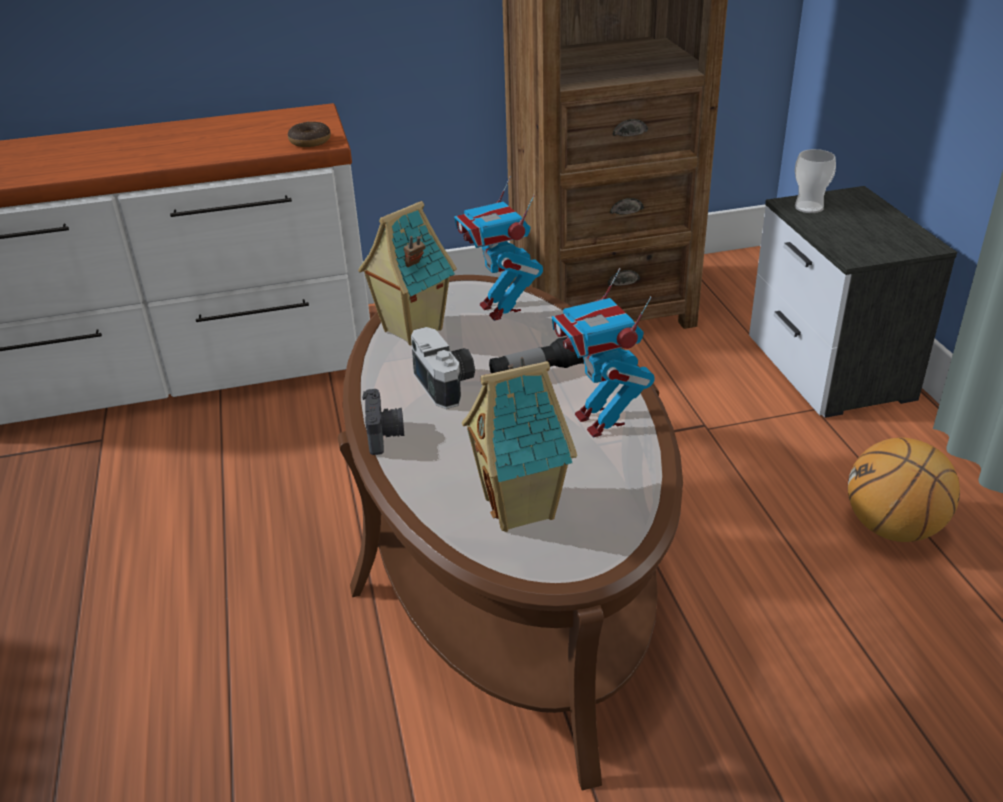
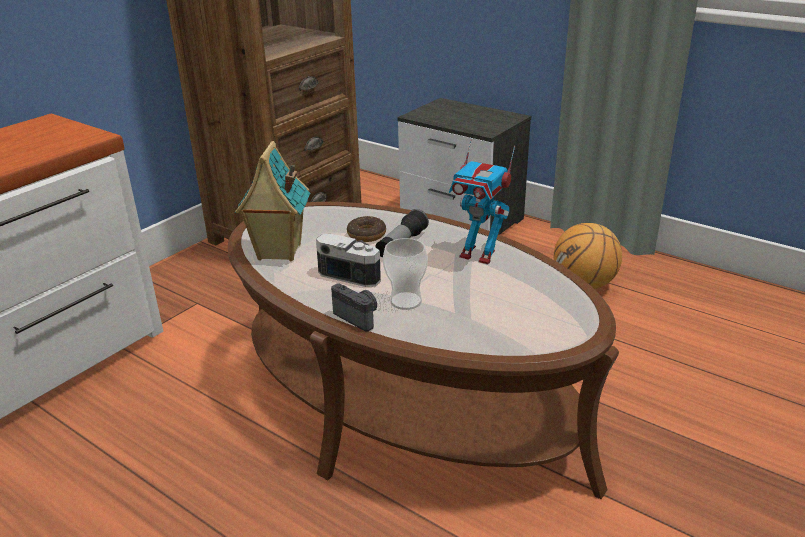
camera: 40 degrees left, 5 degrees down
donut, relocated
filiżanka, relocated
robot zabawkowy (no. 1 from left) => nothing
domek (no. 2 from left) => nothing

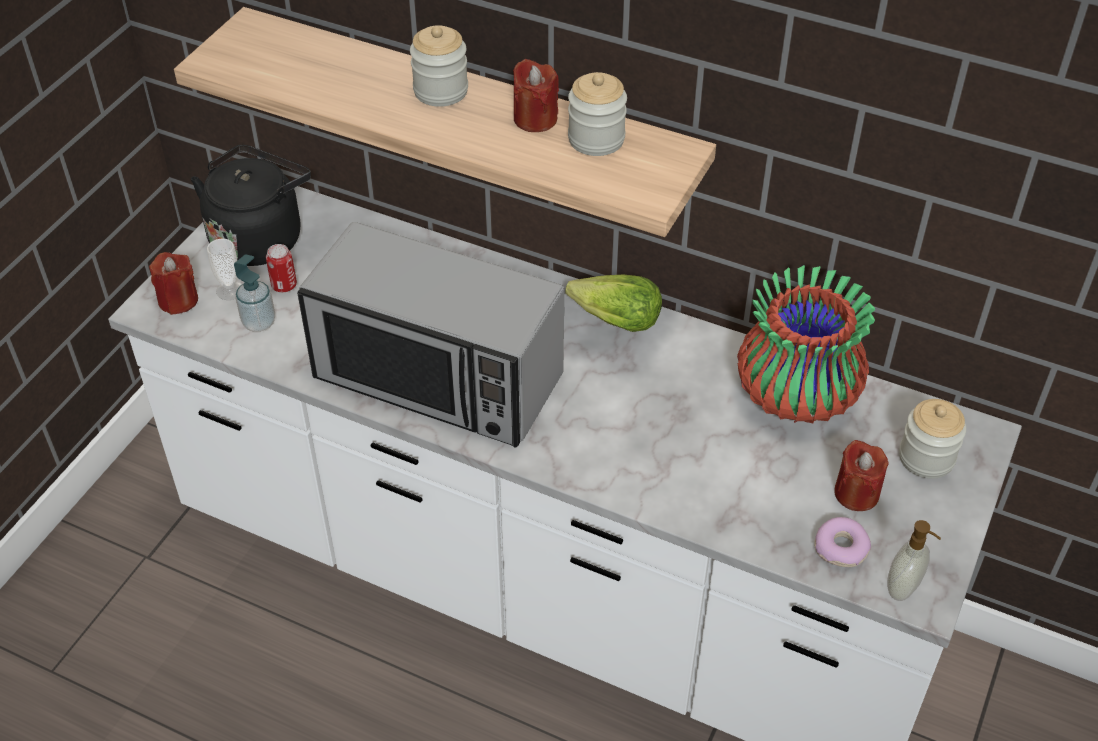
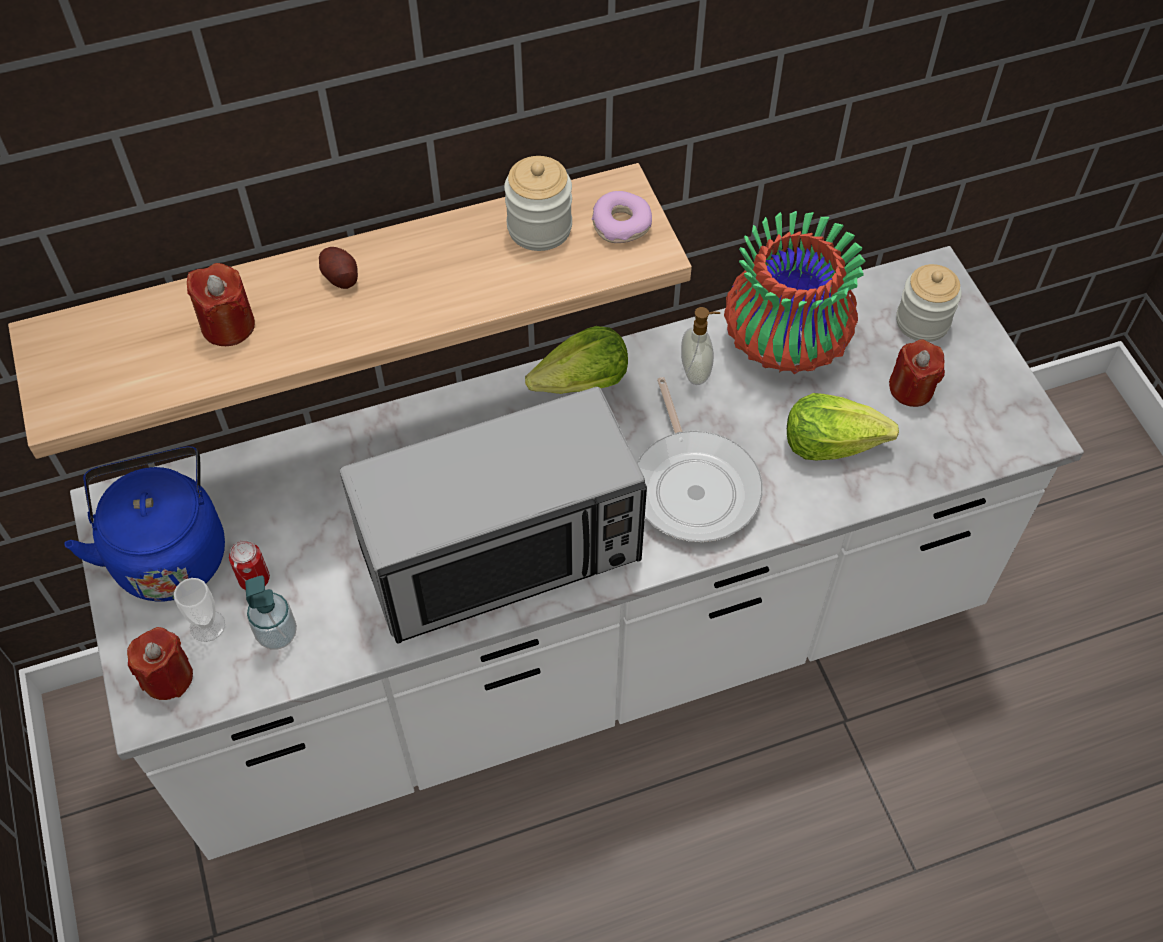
camera: 45 degrees left, 10 degrees up
czajnik [czarny] => czajnik [niebieski]
świeca [czerwony] (no. 2 from left), relocated
słoik (no. 1 from left) => ziemniak
donut, relocated
nothing => patelnia
dozownik mydła (no. 2 from left), relocated
nothing => sałata (no. 2 from left)

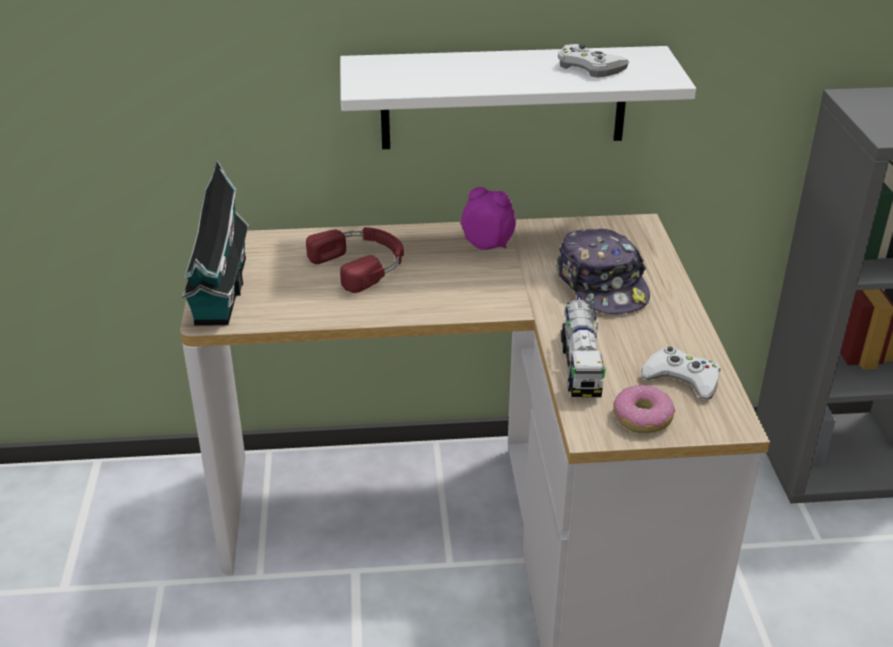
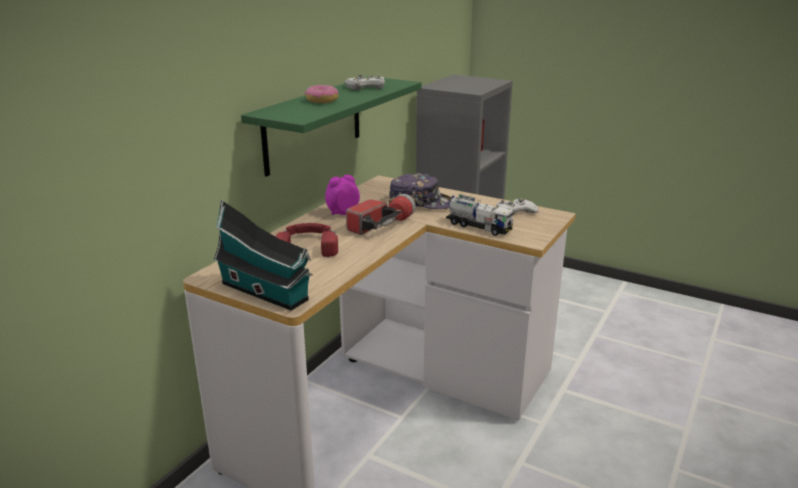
camera: 55 degrees left, 10 degrees down
półka [biały] => półka [zielony]
donut, relocated
nothing => latarka

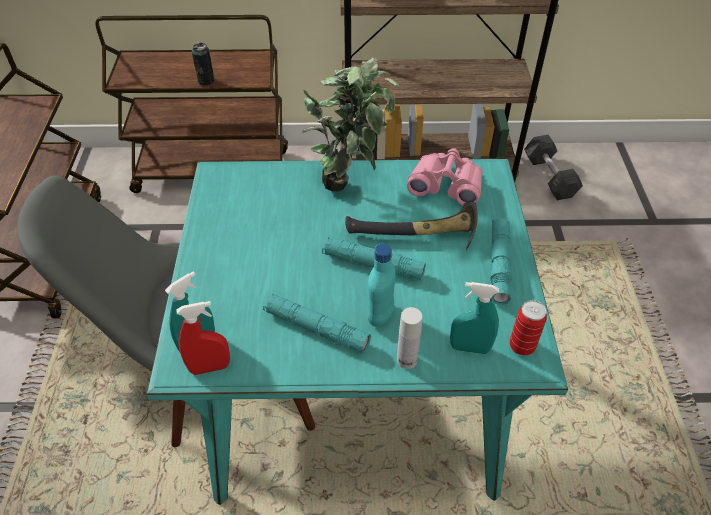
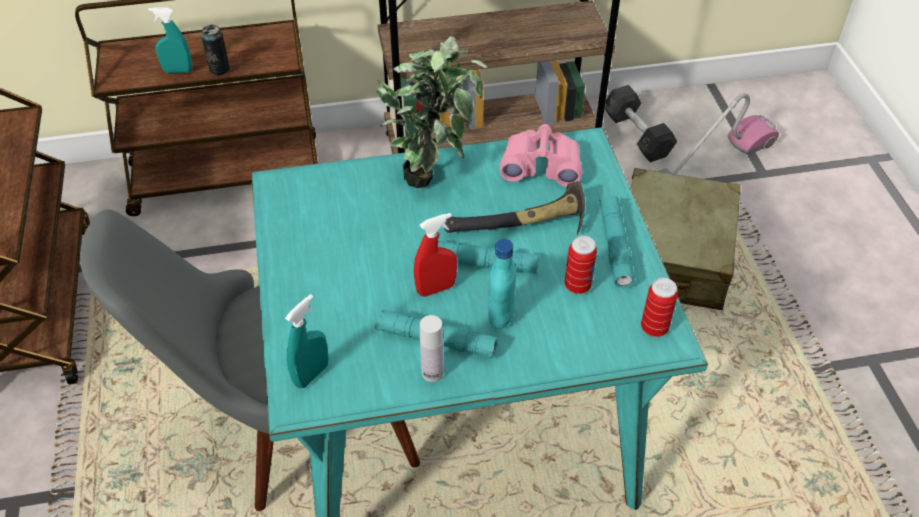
camera: 10 degrees left, 0 degrees up
spryskiwacz [turkusowy] (no. 2 from left in the first image) => spryskiwacz [turkusowy] (no. 1 from left), relocated
spryskiwacz [czerwony], relocated
butelka [biały], relocated
nothing => puszka (no. 2 from left)
nothing => walizka [beżowy]
nothing => odkurzacz

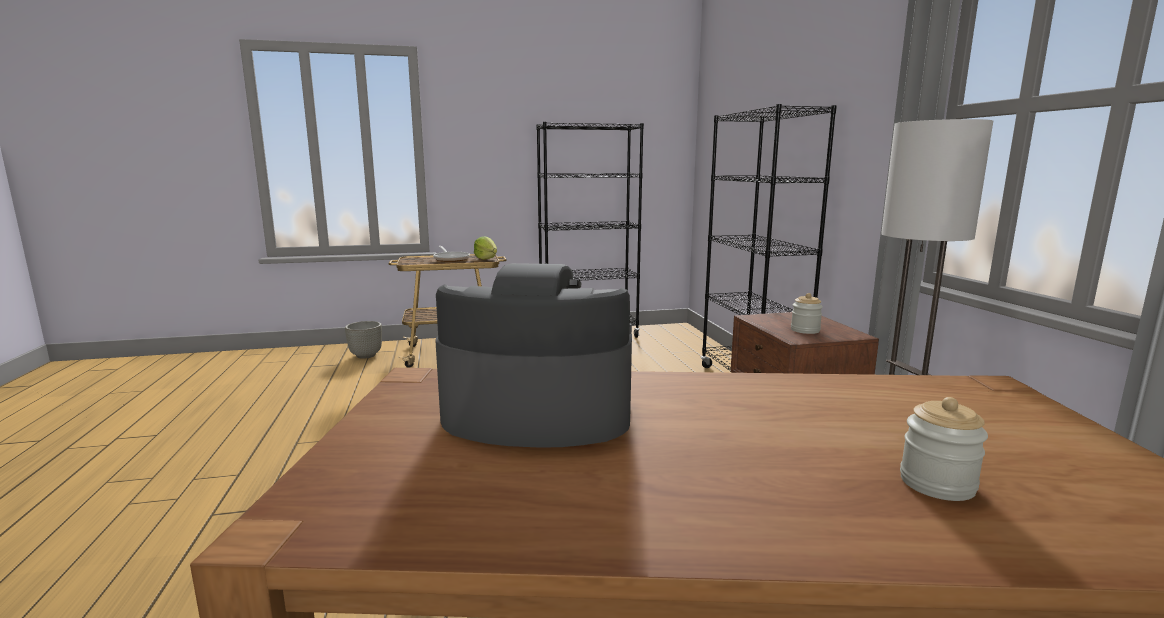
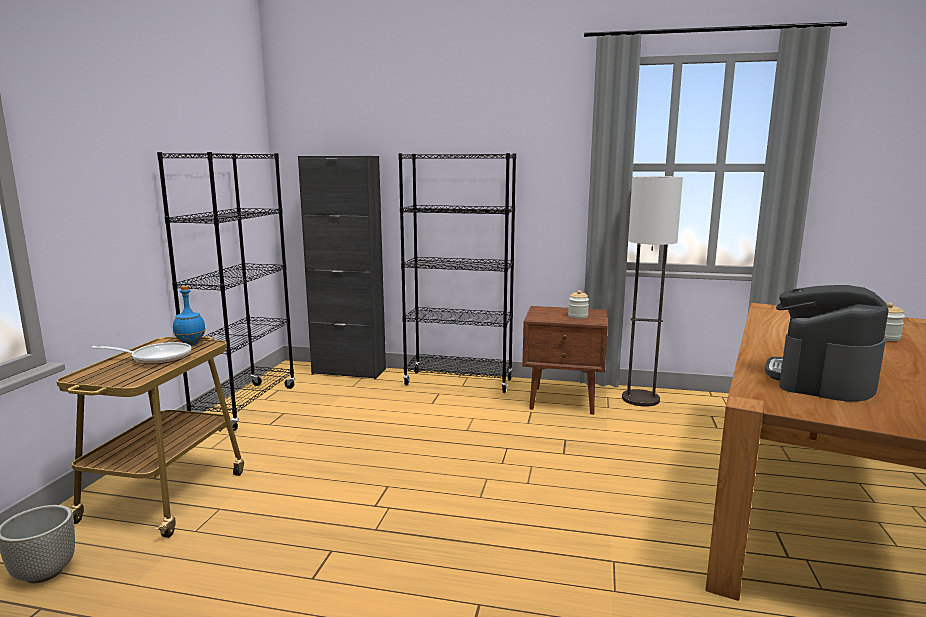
camera: 65 degrees left, 0 degrees up
sałata => butelka [niebieski]
nothing => szafka [czarny]

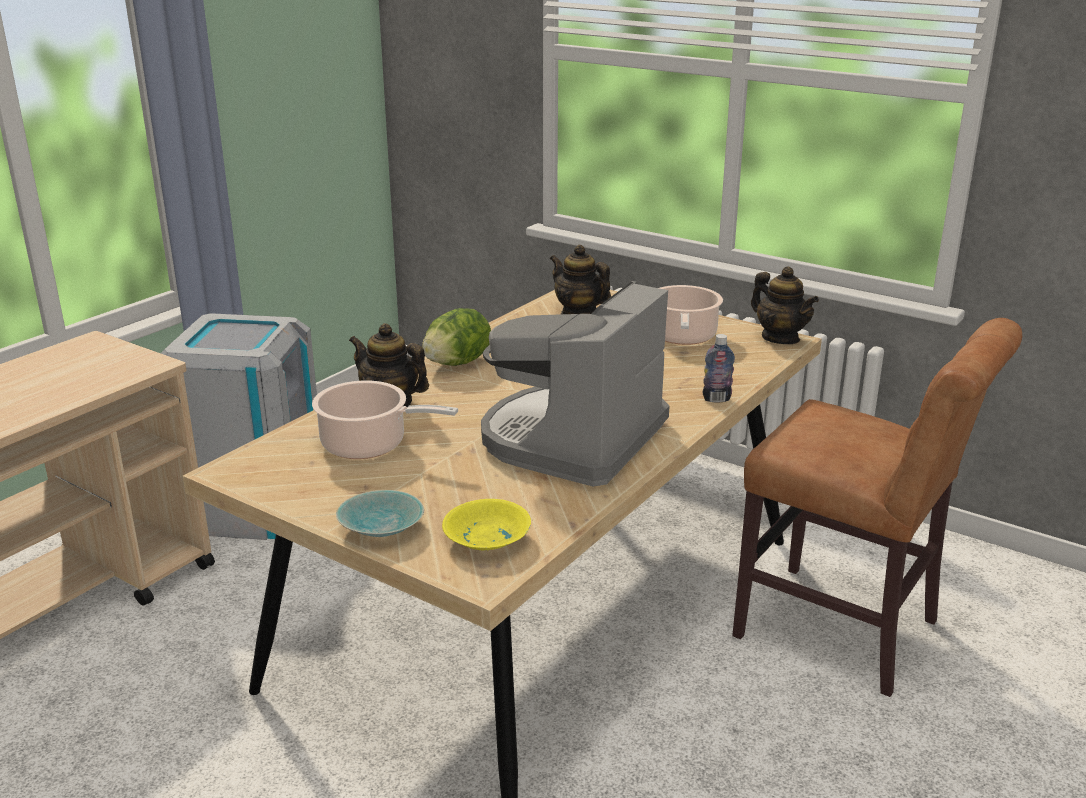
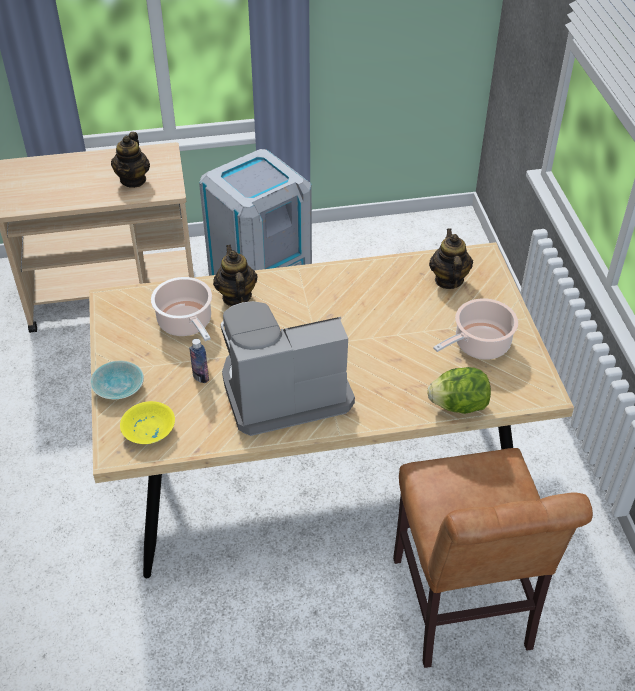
camera: 45 degrees right, 20 degrees up
imbryk (no. 3 from left in the first image) => imbryk (no. 1 from left), relocated
butelka, relocated
sałata, relocated

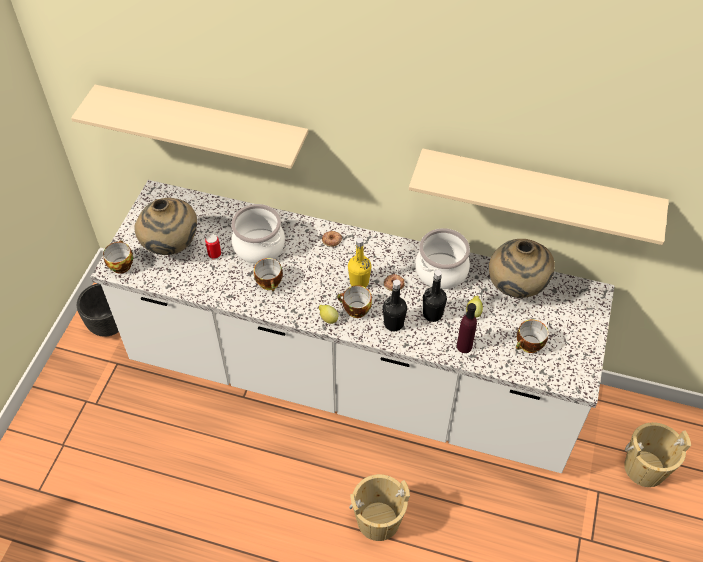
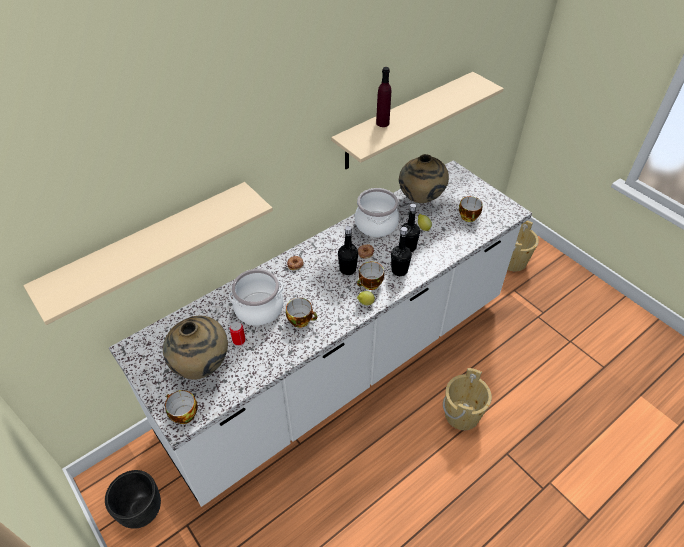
camera: 55 degrees left, 5 degrees down
butelka [żółty] => butelka [czarny] (no. 1 from left)
butelka [fioletowy], relocated

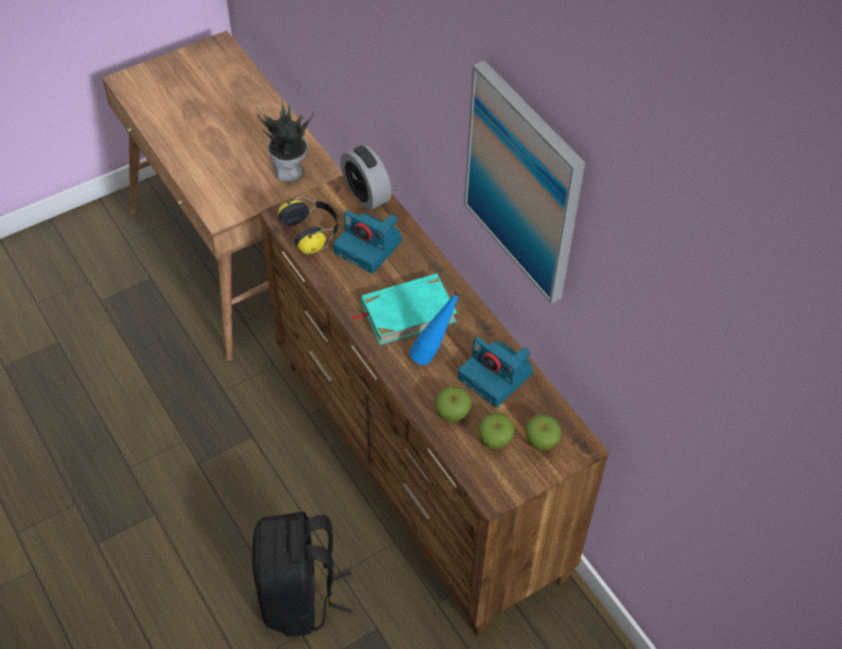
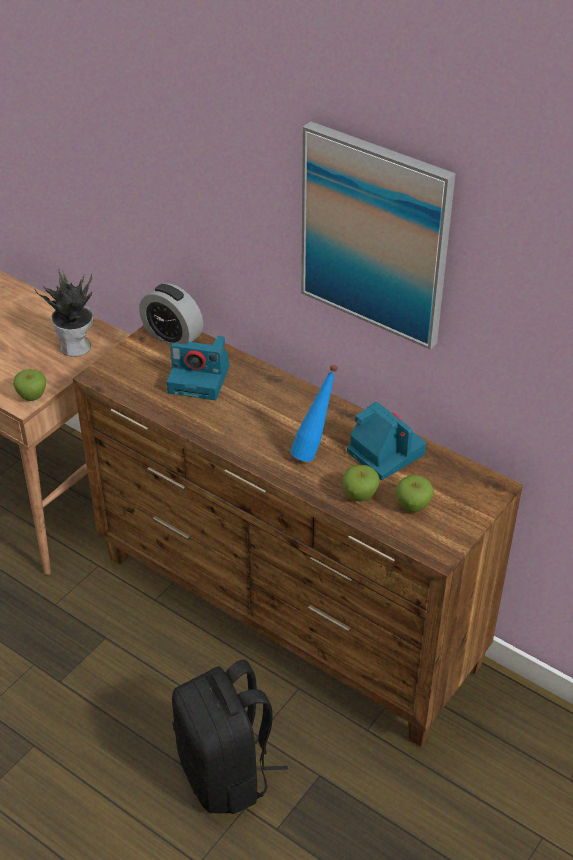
camera: 20 degrees left, 10 degrees down
jabłko (no. 3 from left in the first image) => jabłko (no. 1 from left), relocated
aparat fotograficzny (no. 2 from left), 150 degrees counterclockwise
słuchawki => nothing
książka [turkusowy] => nothing

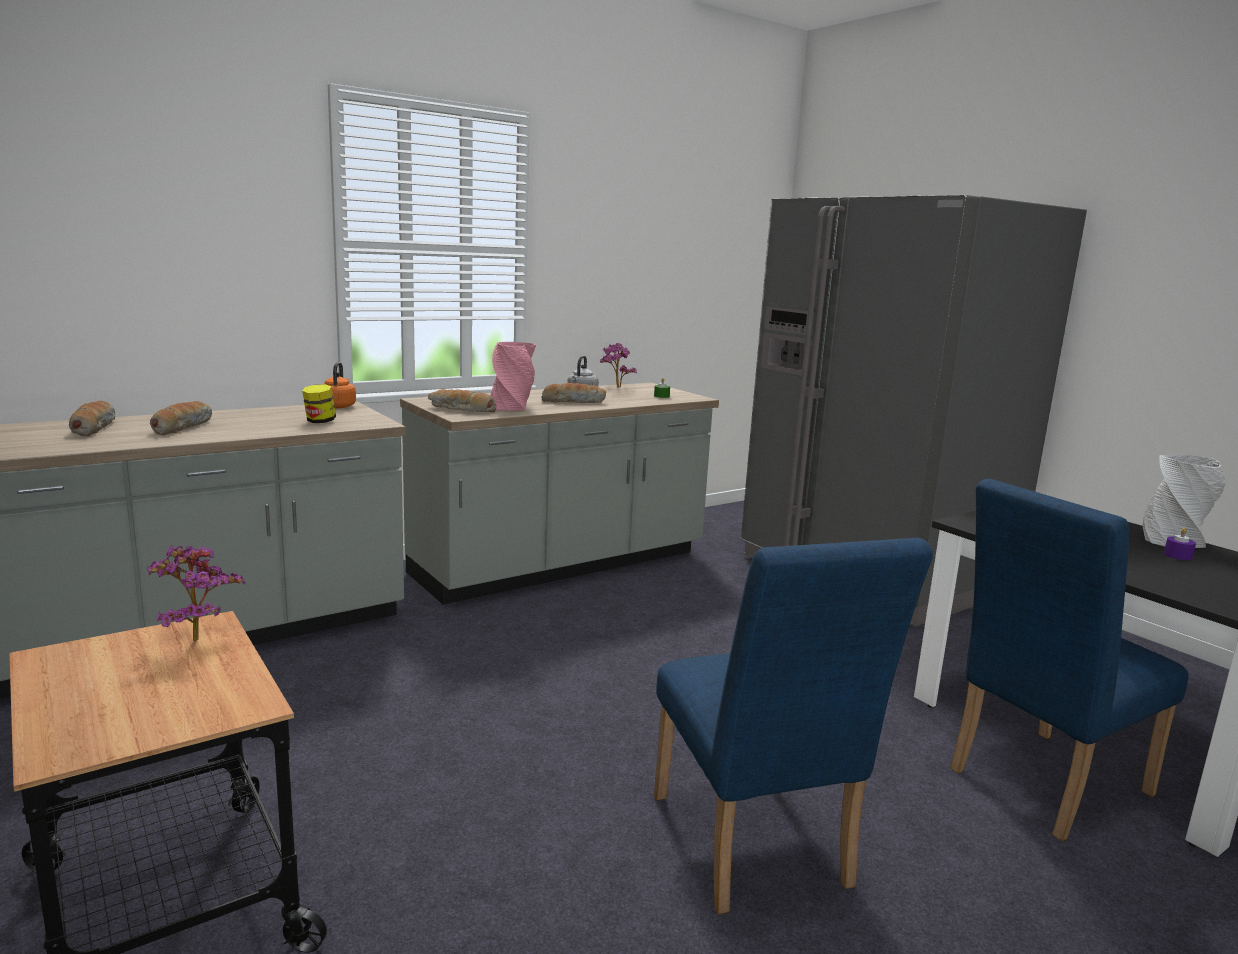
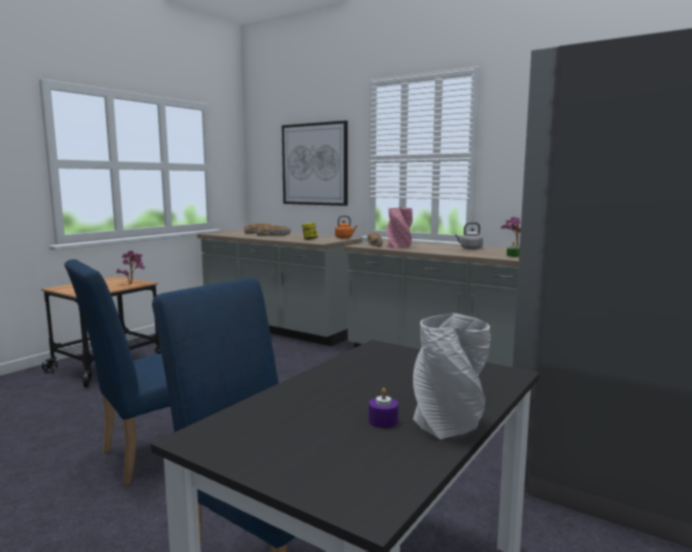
camera: 70 degrees right, 5 degrees down
nothing => obraz
chleb (no. 4 from left) => nothing

